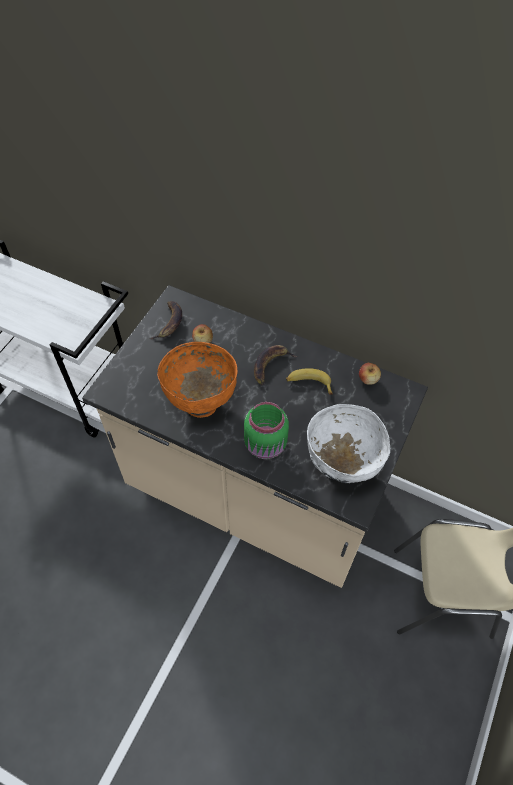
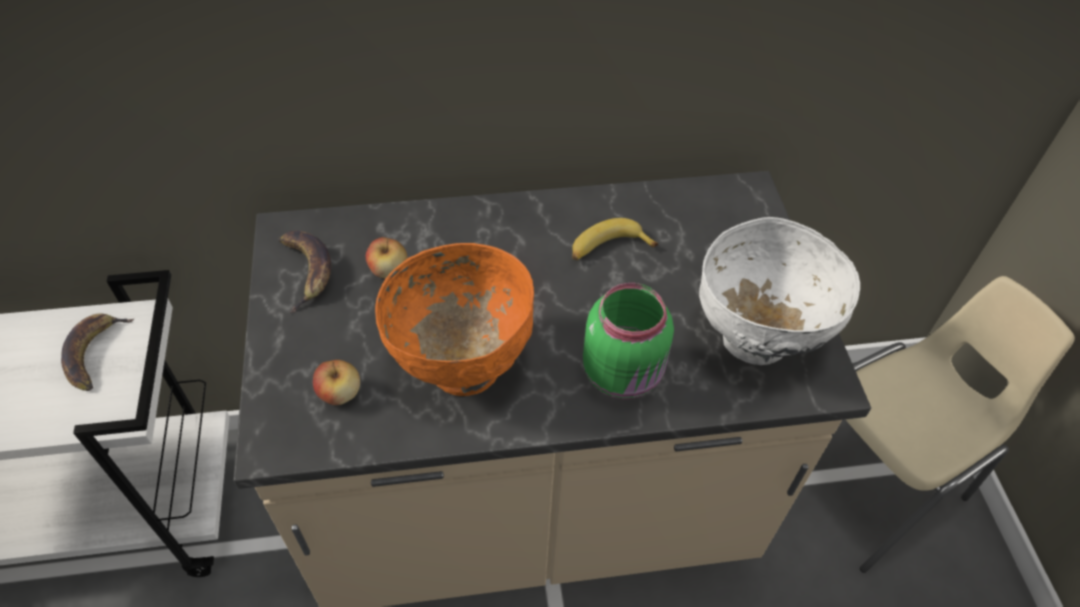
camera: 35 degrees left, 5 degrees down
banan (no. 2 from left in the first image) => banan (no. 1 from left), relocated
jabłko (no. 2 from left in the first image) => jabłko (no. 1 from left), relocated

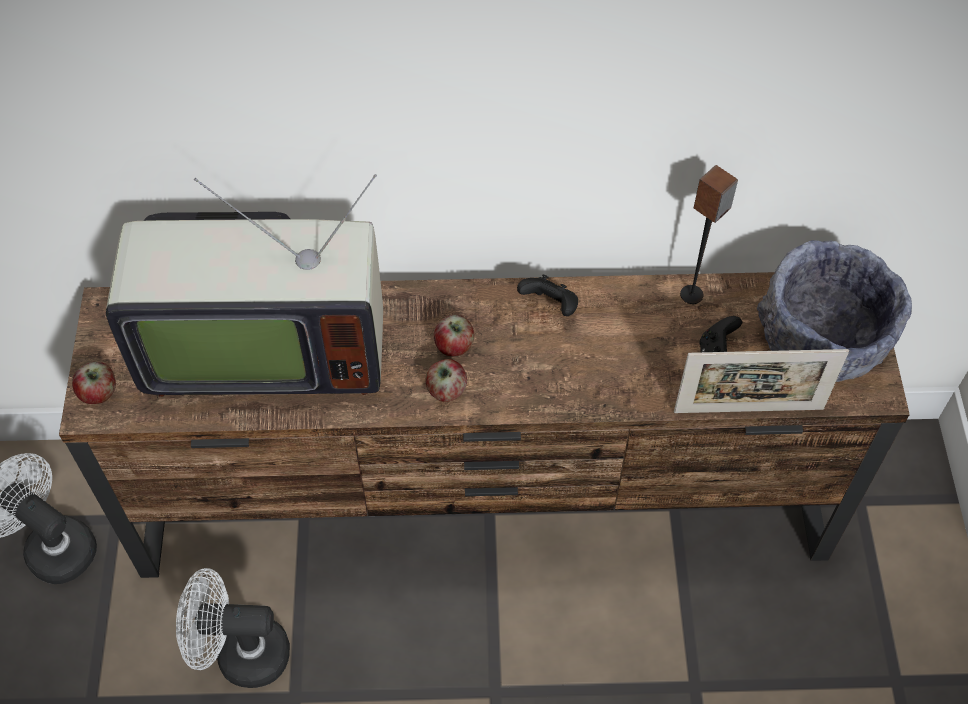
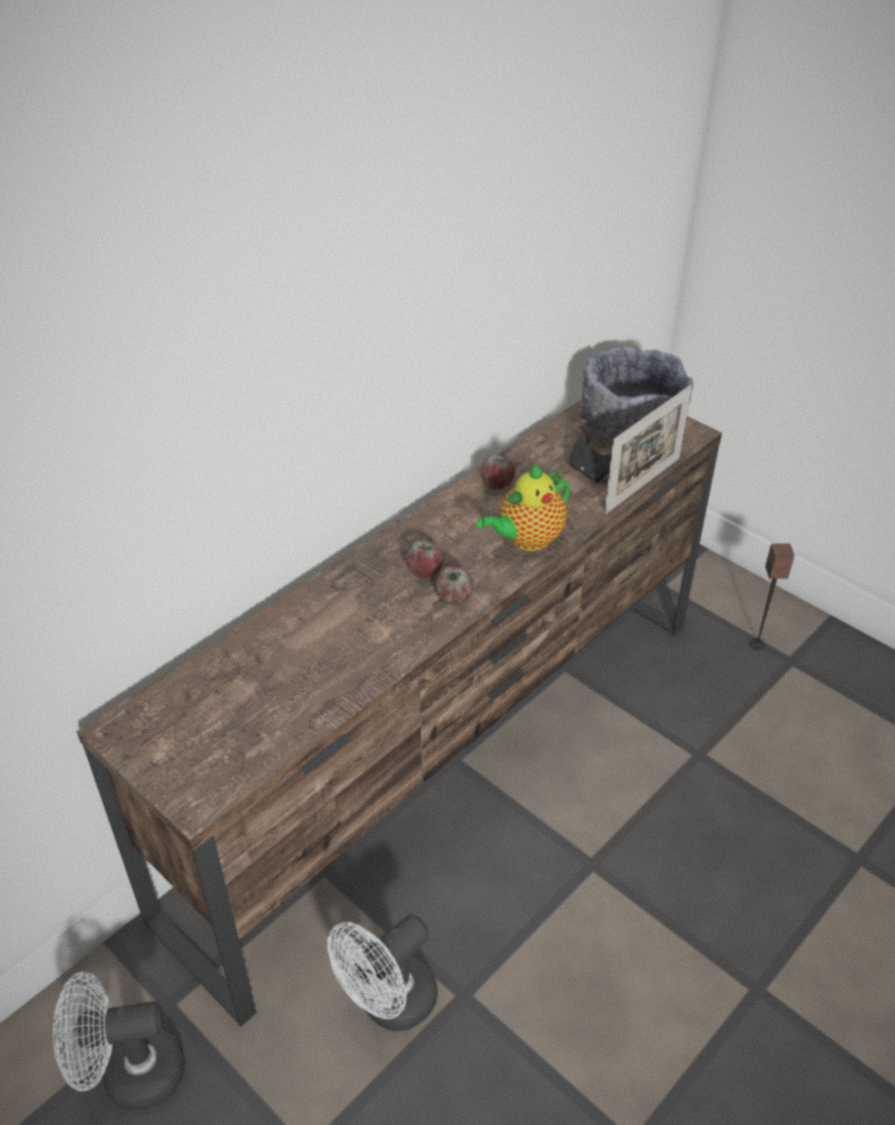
camera: 45 degrees left, 15 degrees down
nothing => imbryk
jabłko (no. 1 from left in the first image) => jabłko (no. 3 from left), relocated
głośnik, relocated
telewizor => nothing
pad do gier [czarny] (no. 1 from left) => nothing

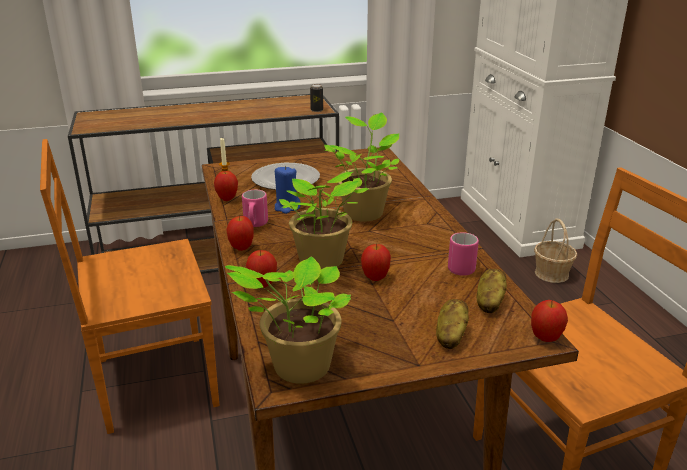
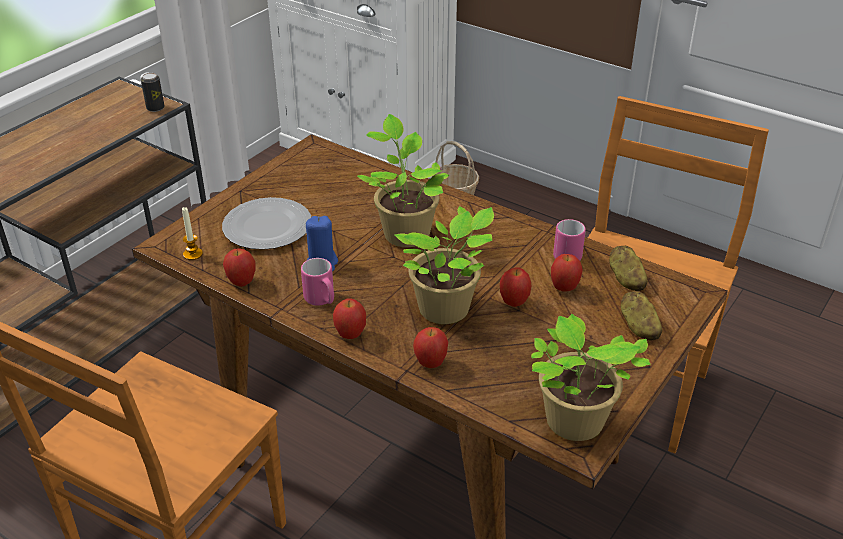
camera: 40 degrees left, 10 degrees up
jabłko (no. 5 from left), relocated

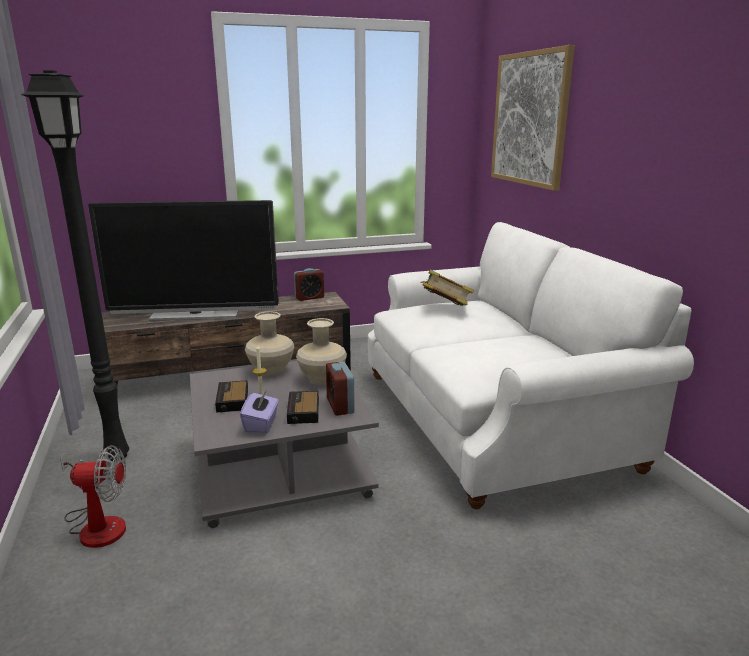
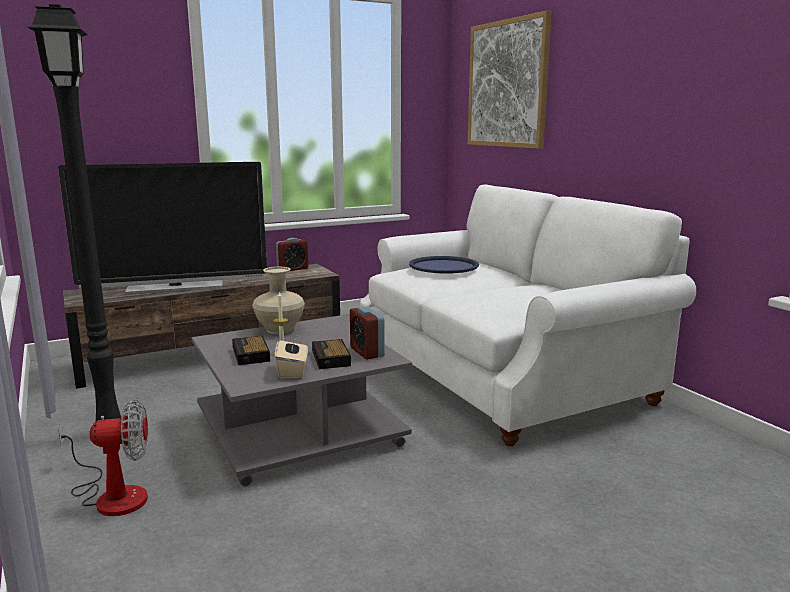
camera: 10 degrees left, 5 degrees down
pudełko chusteczek [fioletowy] => pudełko chusteczek [beżowy]
książka => taca [niebieski]
wazon [beżowy] (no. 2 from left) => nothing

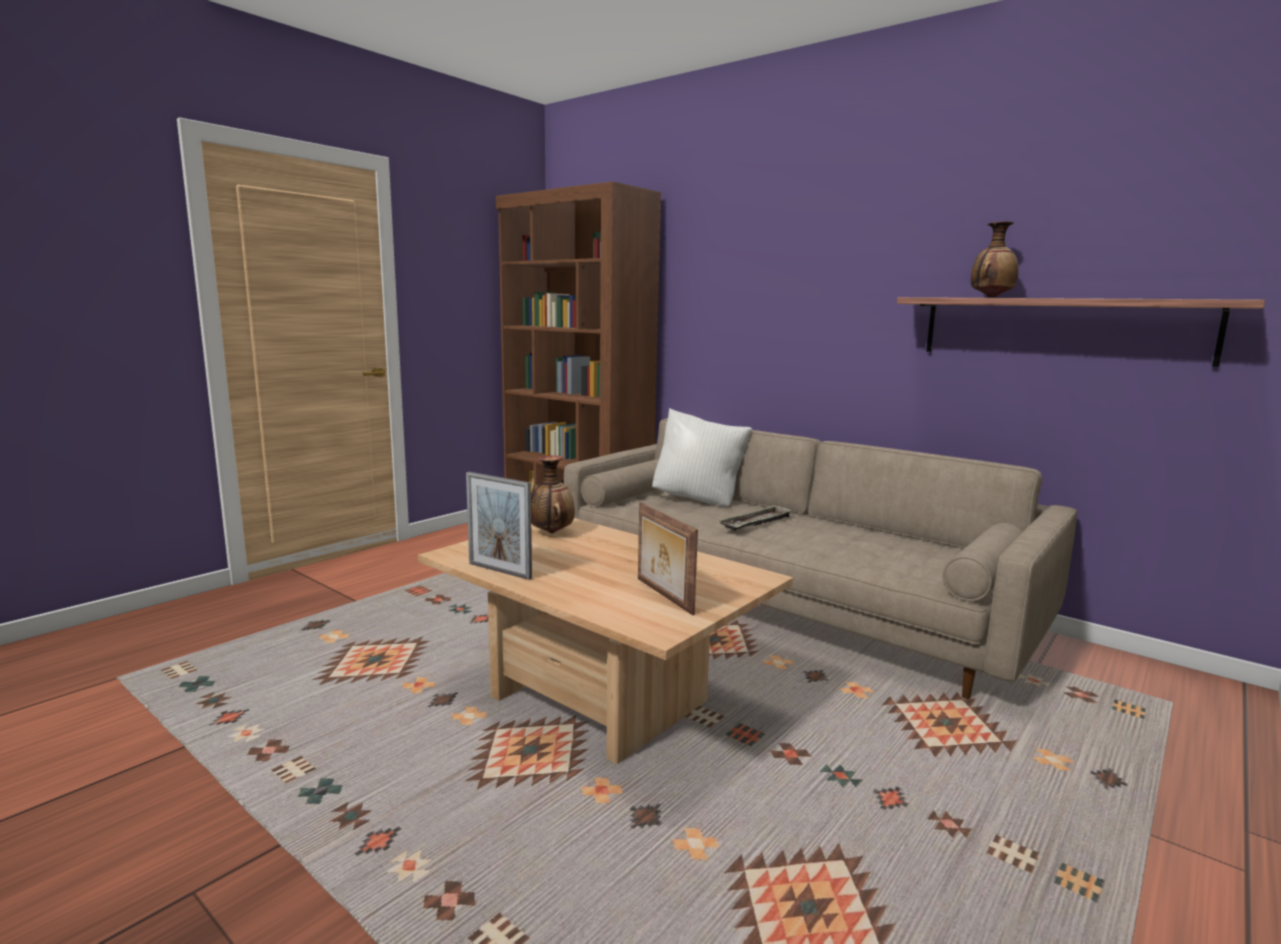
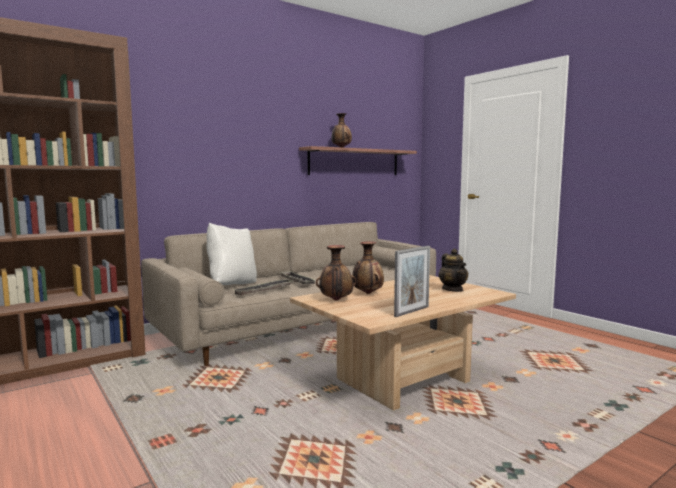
camera: 75 degrees left, 5 degrees down
nothing => taca (no. 1 from left)
nothing => wazon (no. 3 from left)
ramka na zdjęcie (no. 2 from left) => imbryk

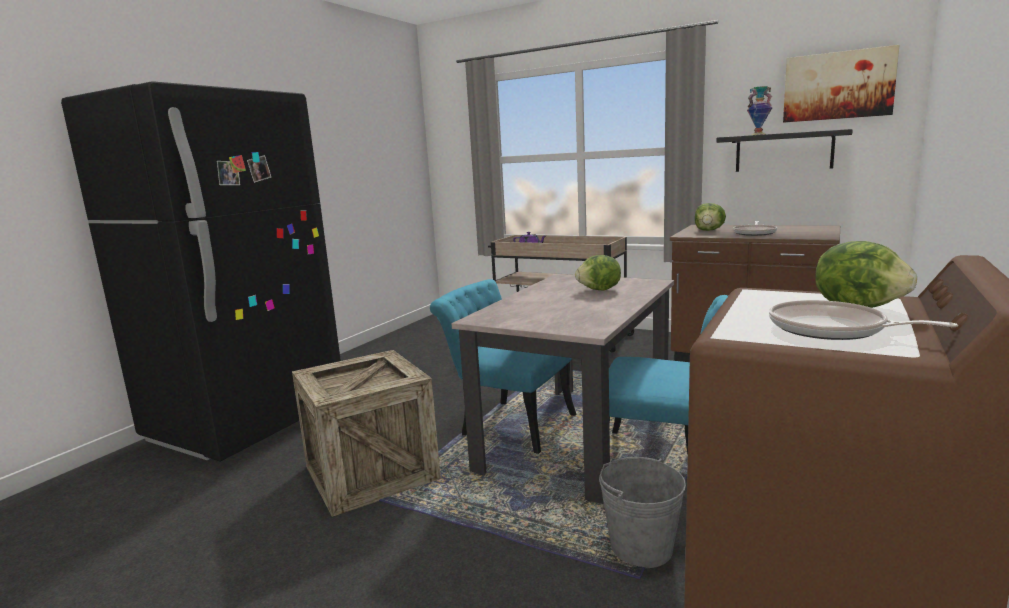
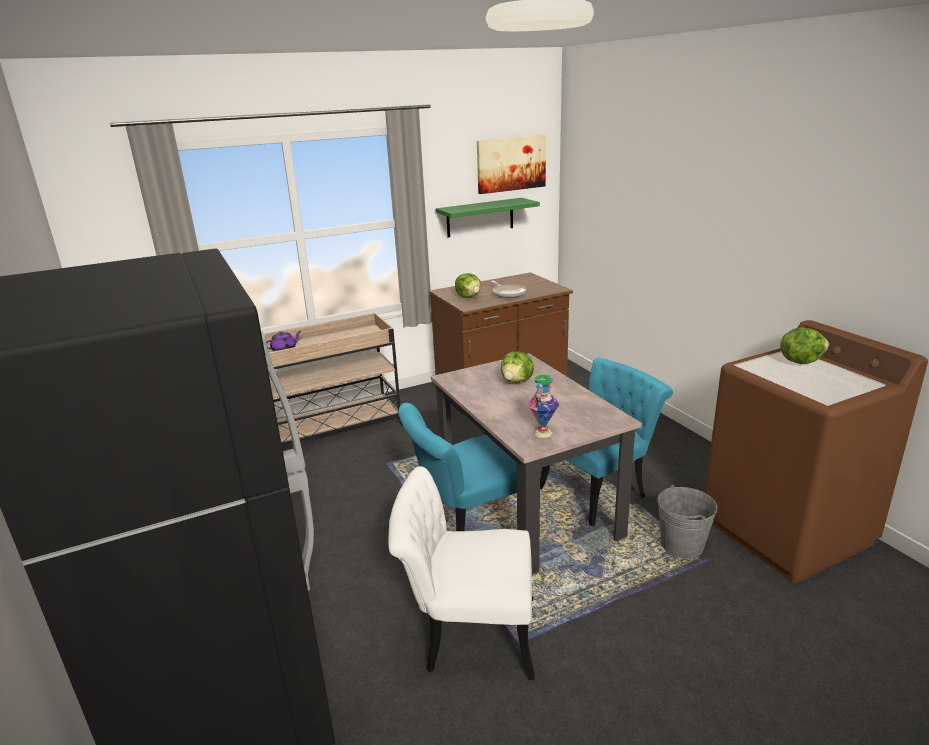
camera: 55 degrees left, 10 degrees up
skrzynka => krzesło [biały]
półka [czarny] => półka [zielony]
wazon, relocated
patelnia (no. 2 from left) => nothing

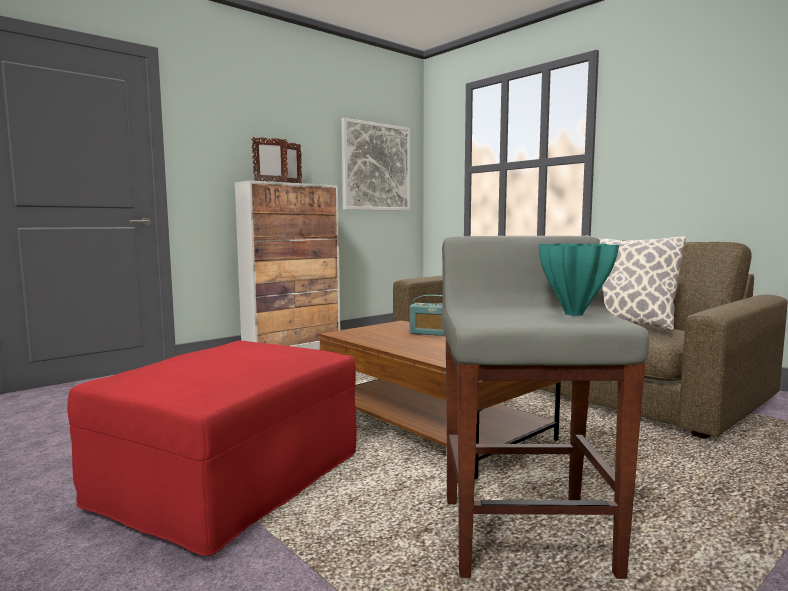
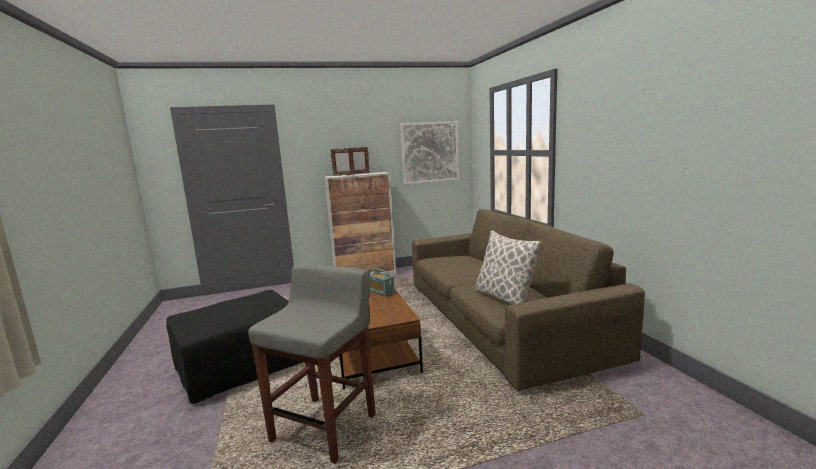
camera: 25 degrees right, 5 degrees up
pufa [czerwony] => pufa [czarny]
wazon [turkusowy] => nothing

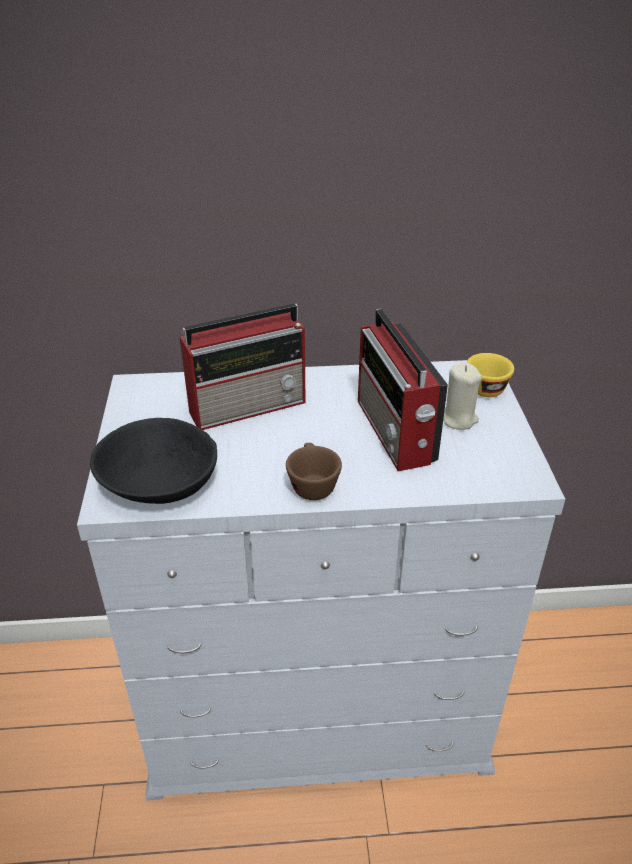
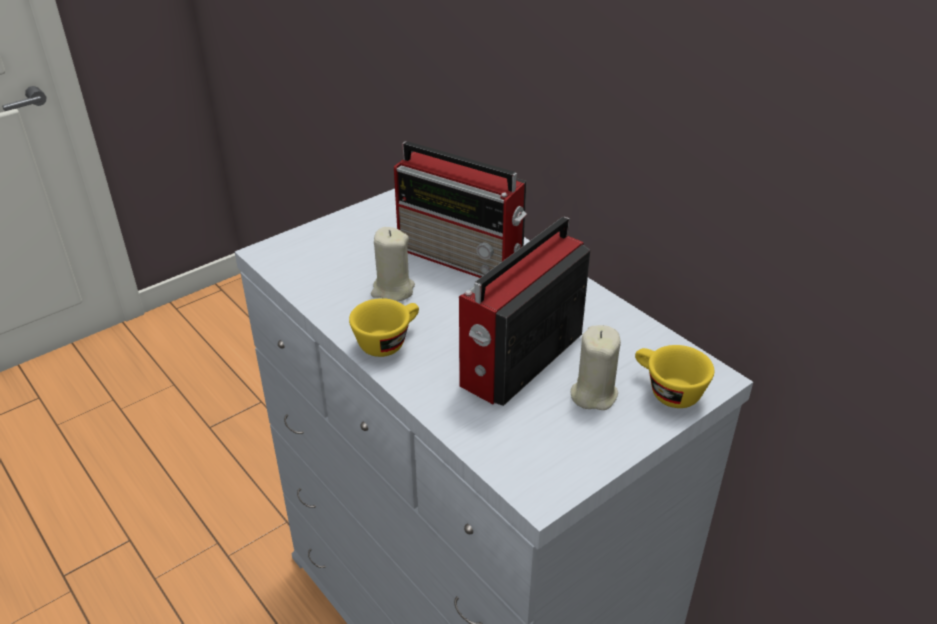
camera: 55 degrees right, 0 degrees up
filiżanka [brązowy] => filiżanka [żółty] (no. 1 from left)
nothing => świeca [beżowy] (no. 1 from left)
miska [czarny] => nothing

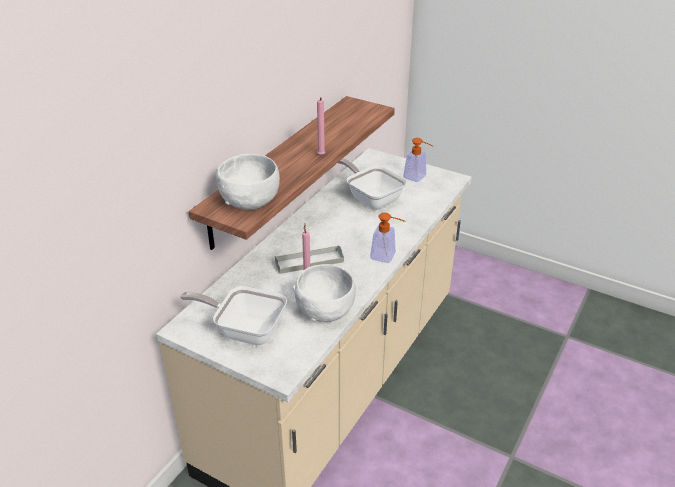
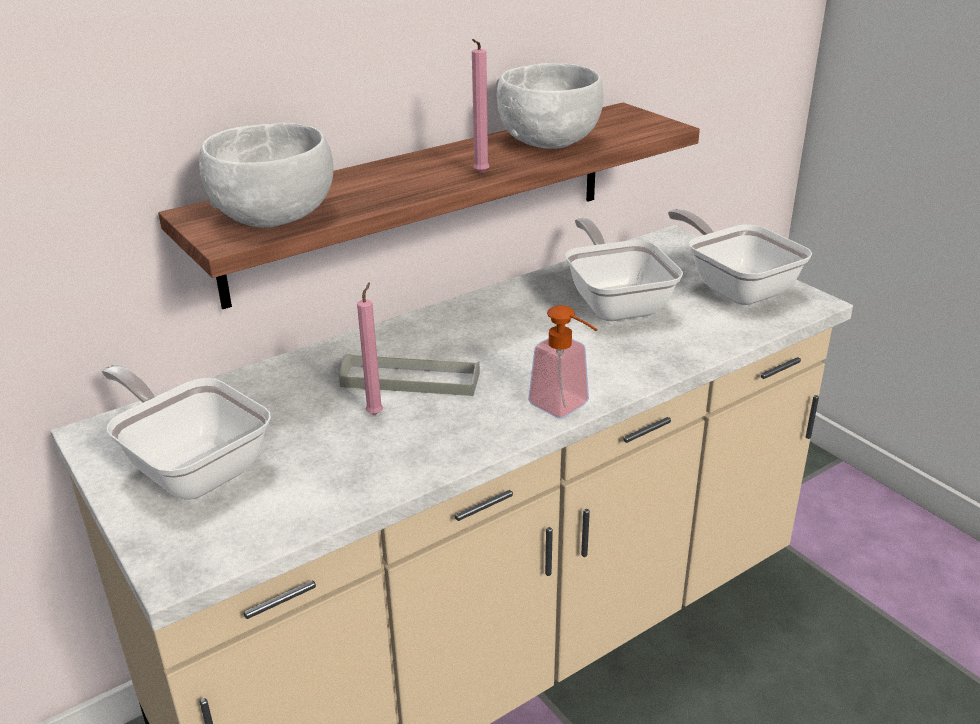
camera: 25 degrees right, 5 degrees down
miska [biały] (no. 2 from left), relocated
dozownik mydła (no. 2 from left) => patelnia (no. 3 from left)

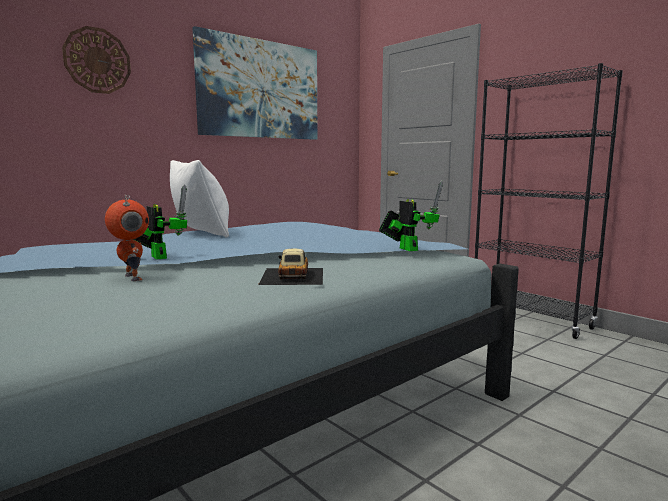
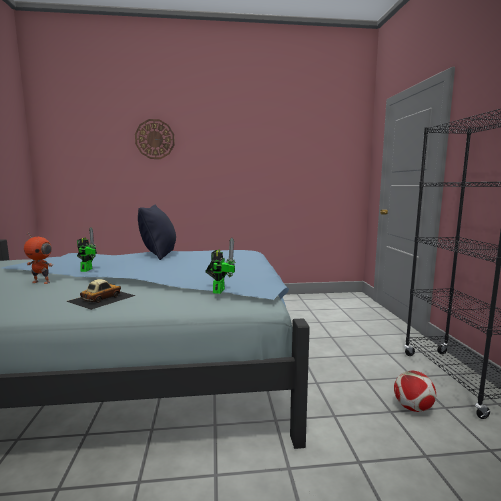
camera: 35 degrees right, 0 degrees up
robot zabawkowy (no. 1 from left), 105 degrees clockwise
poduszka [biały] => poduszka [czarny]
nothing => piłka futbolowa
obraz => nothing

